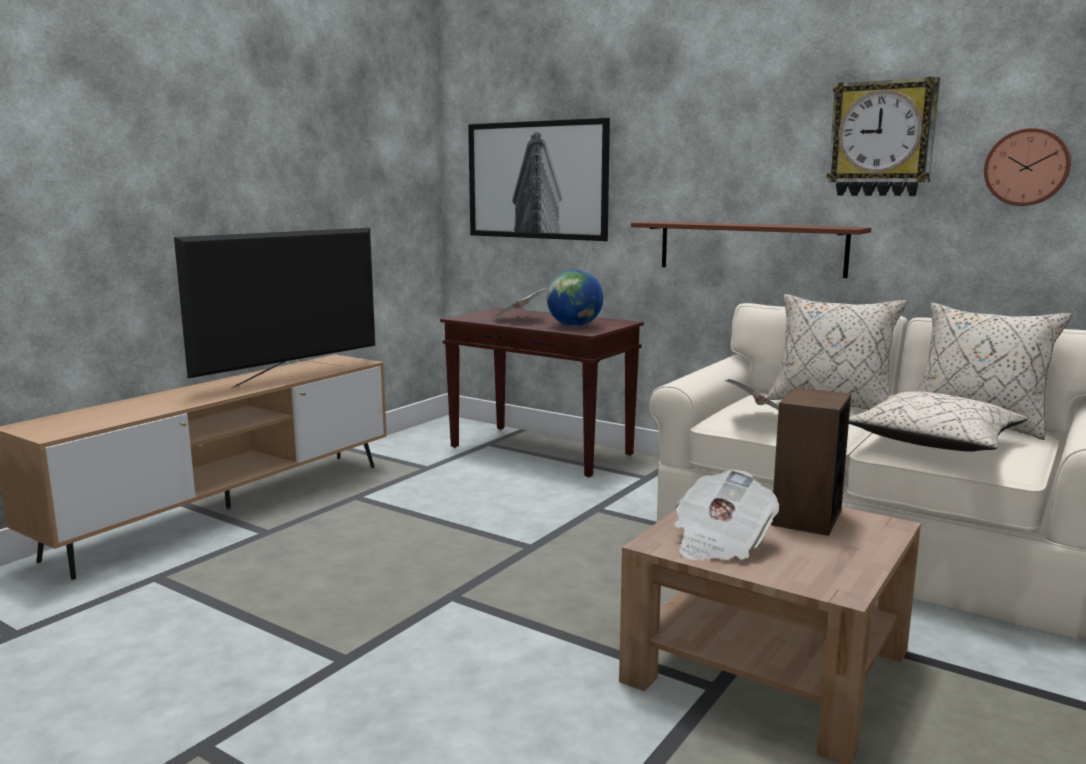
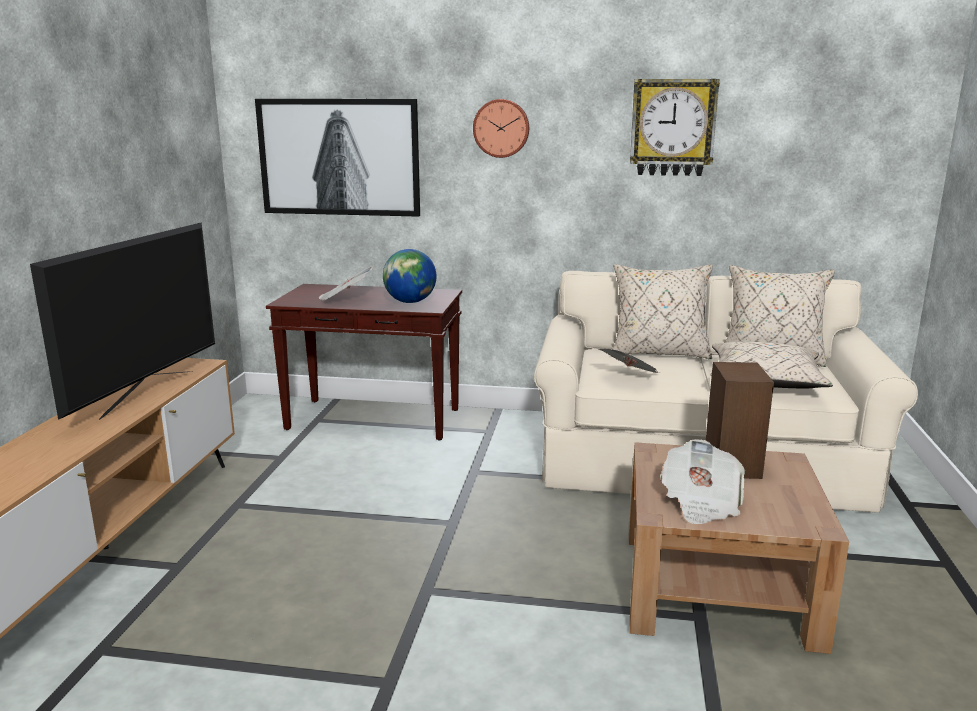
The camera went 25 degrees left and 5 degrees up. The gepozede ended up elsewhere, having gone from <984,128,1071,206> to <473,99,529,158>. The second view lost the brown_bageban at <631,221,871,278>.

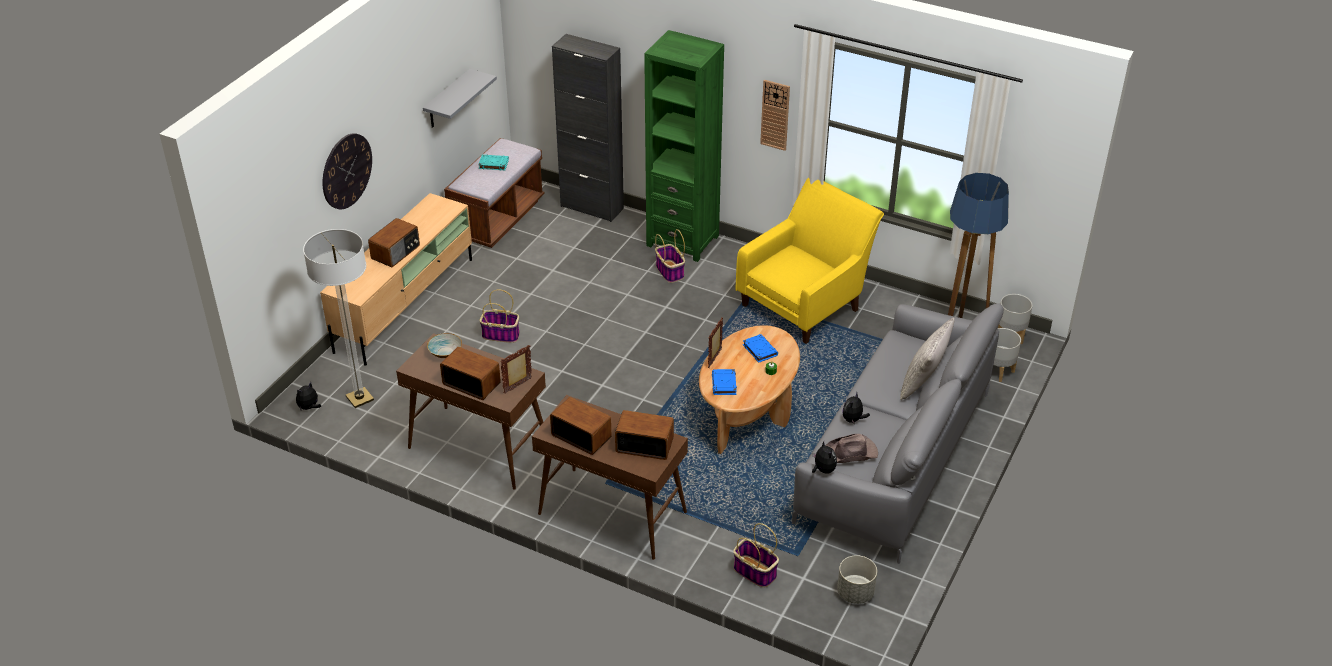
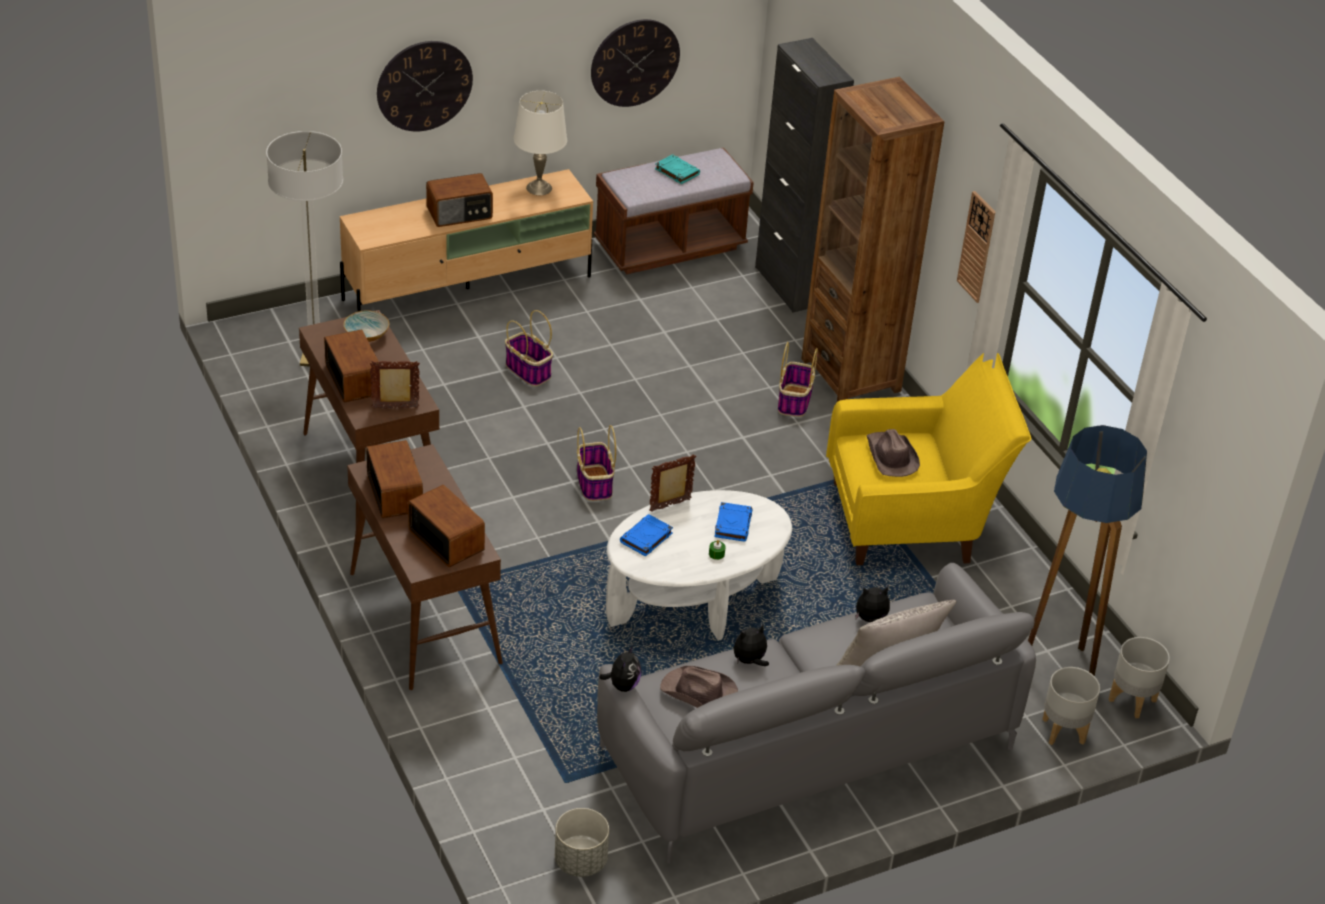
The camera went 35 degrees right and 0 degrees up. The second view gained the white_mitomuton at <514,91,567,195>. The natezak ended up elsewhere, having gone from <733,523,779,587> to <577,425,616,501>. Where the grey_bageban hung at <423,69,497,128>, the gepozede came to hang at <591,19,680,107>. What was the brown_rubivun at <699,325,800,454> turned into the white_rubivun at <606,490,792,641>. What was the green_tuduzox at <644,30,724,262> turned into the brown_tuduzox at <801,77,945,402>. The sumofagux ended up elsewhere, having gone from <296,382,321,410> to <856,587,890,622>. The second view gained the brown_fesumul at <866,429,920,477>.

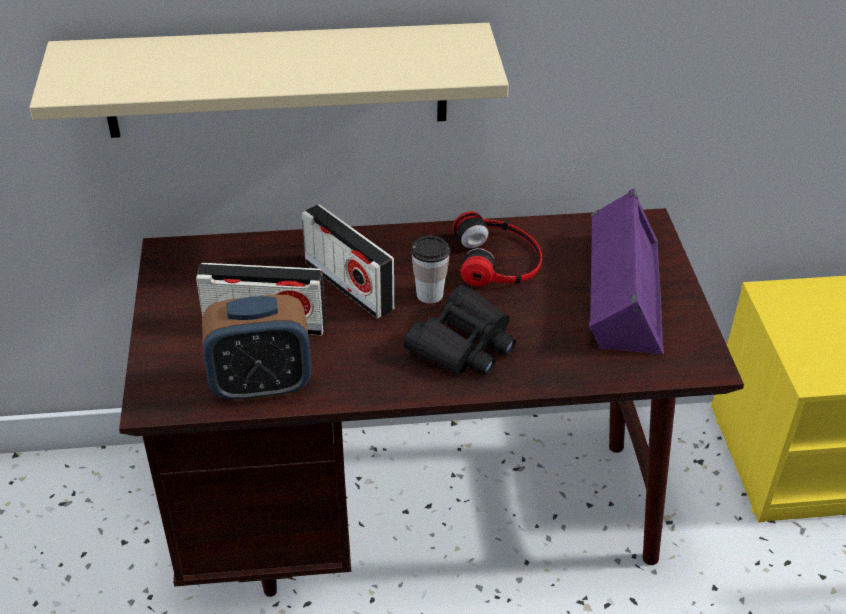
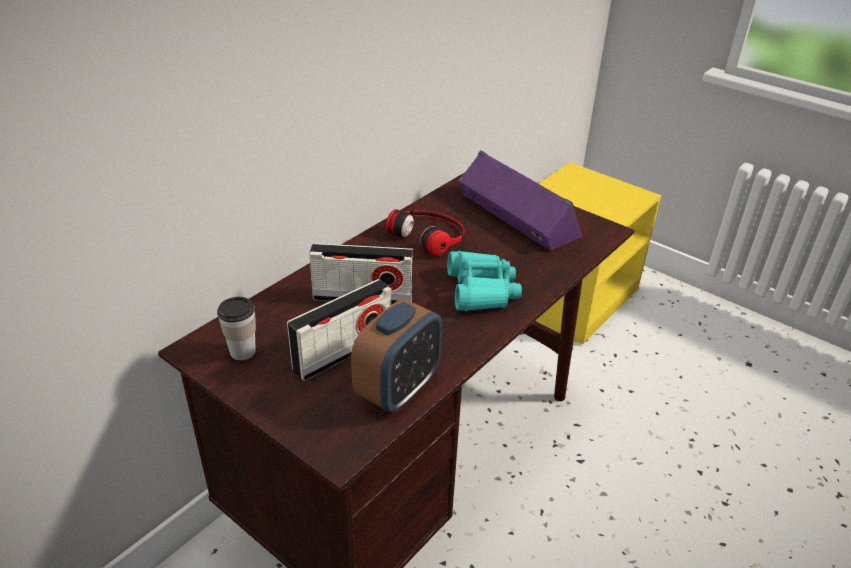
The camera went 45 degrees left and 5 degrees down. The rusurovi ended up elsewhere, having gone from <411,236,450,303> to <217,297,256,360>. What was the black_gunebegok at <404,285,516,375> turned into the turquoise_gunebegok at <447,251,522,311>. The second view lost the beige_bageban at <29,23,509,138>.

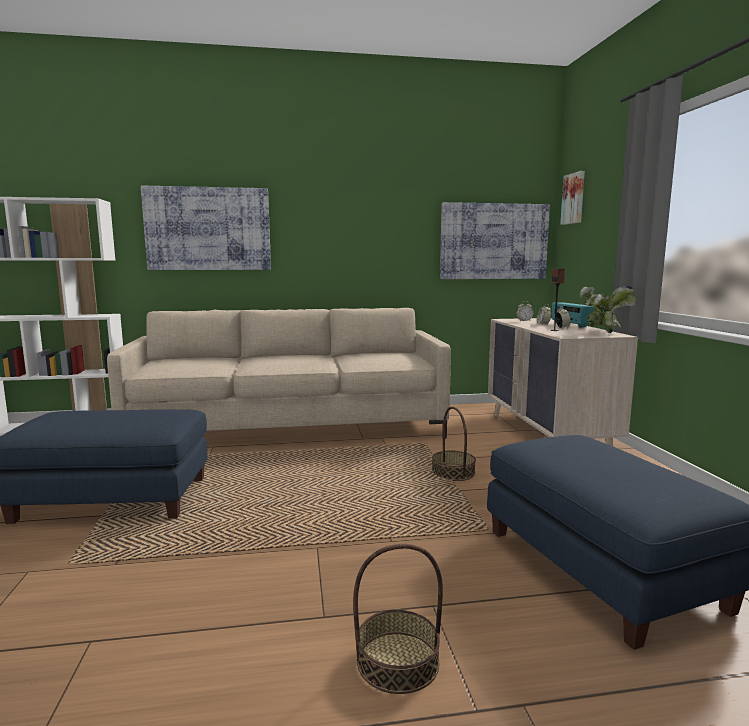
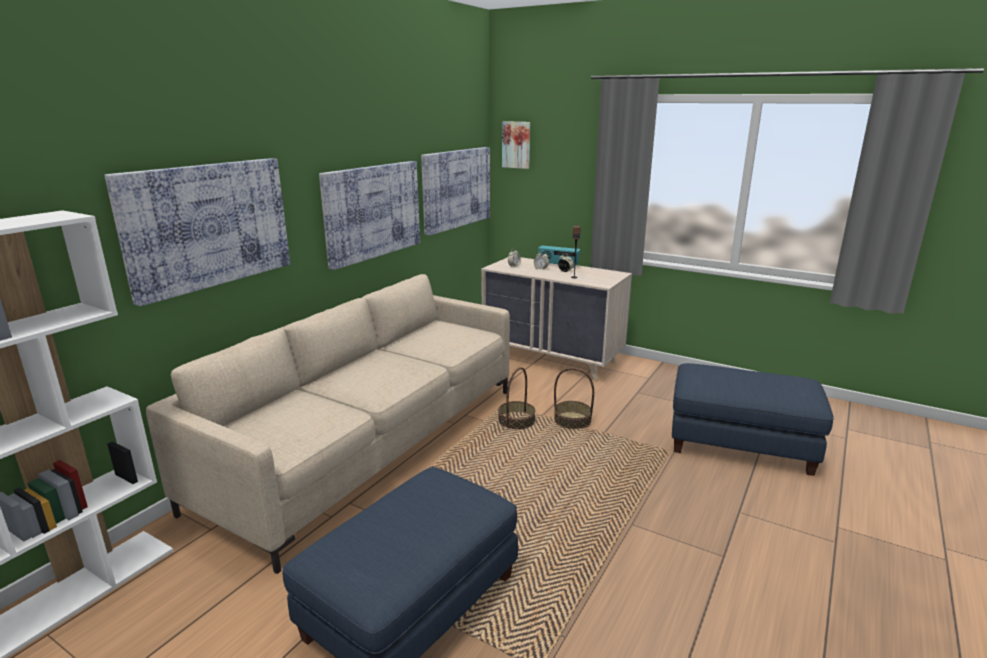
The camera went 50 degrees left and 10 degrees up. The second view gained the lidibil at <319,161,420,270>. The natezak ended up elsewhere, having gone from <353,544,443,694> to <498,367,536,430>. The second view lost the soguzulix at <580,286,636,333>.

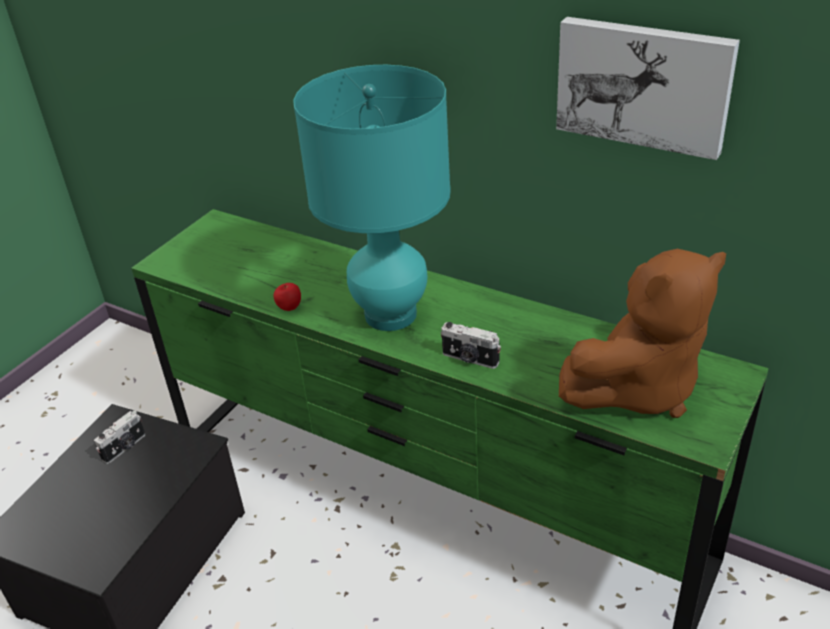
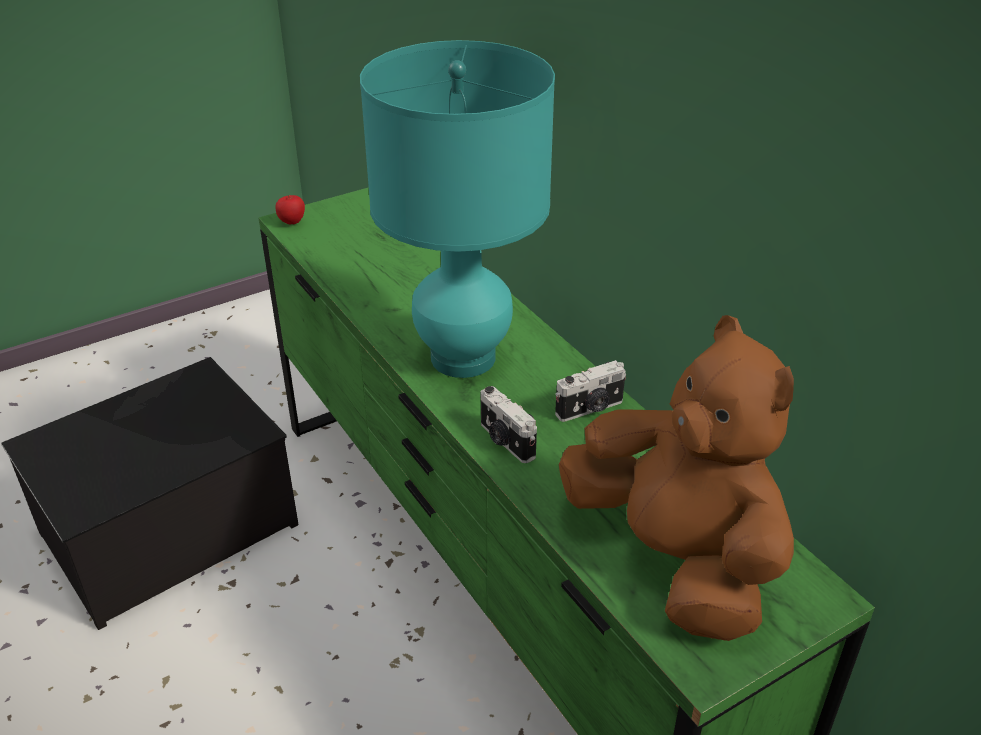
The camera went 25 degrees right and 0 degrees up. The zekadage ended up elsewhere, having gone from <273,283,301,311> to <275,195,305,225>. The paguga ended up elsewhere, having gone from <94,411,145,464> to <555,360,626,422>. The brown_sumofagux at <559,249,726,418> ended up facing another way, 120 degrees counterclockwise from before. The second view lost the lidibil at <556,17,740,160>.

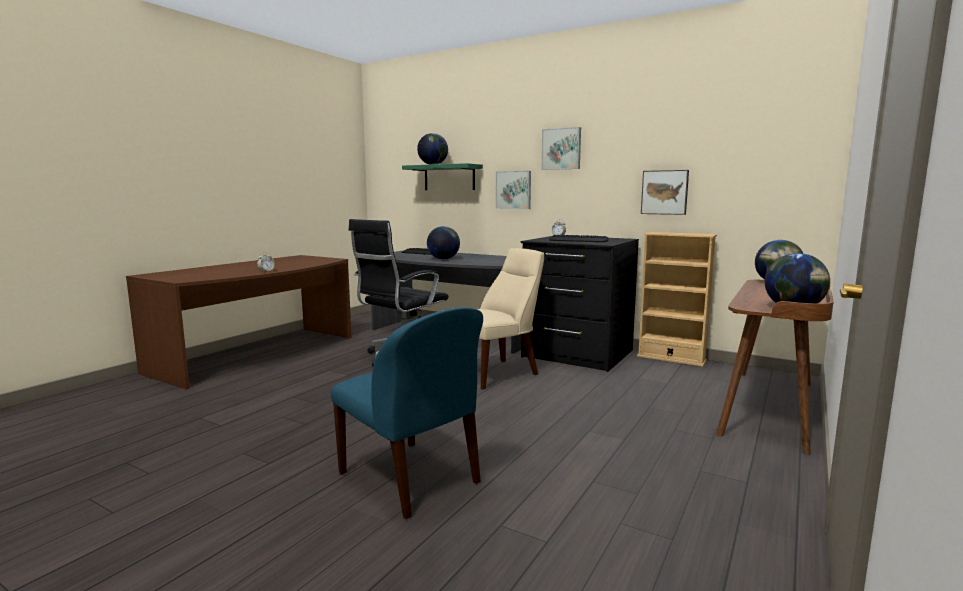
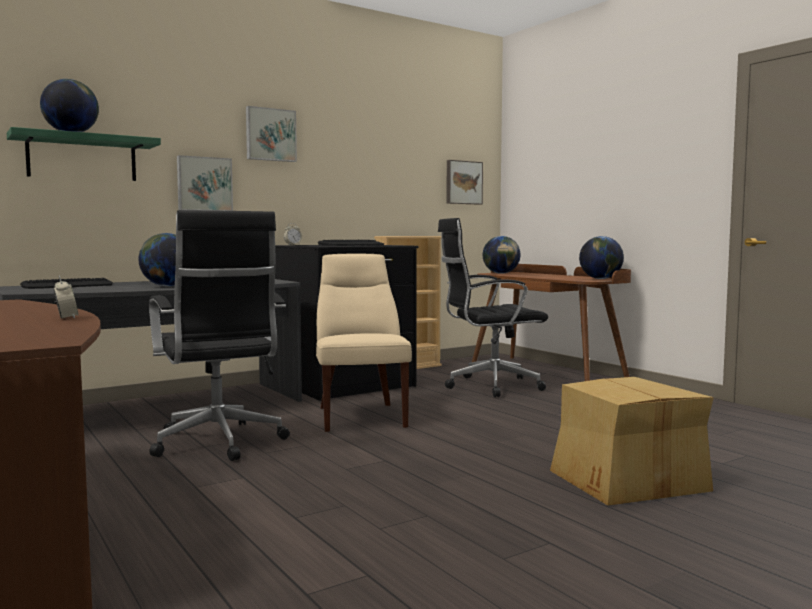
The camera went 65 degrees left and 5 degrees down. The second view gained the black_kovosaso at <438,218,548,397>. The lidibil ended up elsewhere, having gone from <641,170,689,215> to <446,160,483,205>. Where the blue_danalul stood at <331,307,483,519>, the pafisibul came to stand at <550,377,714,506>.

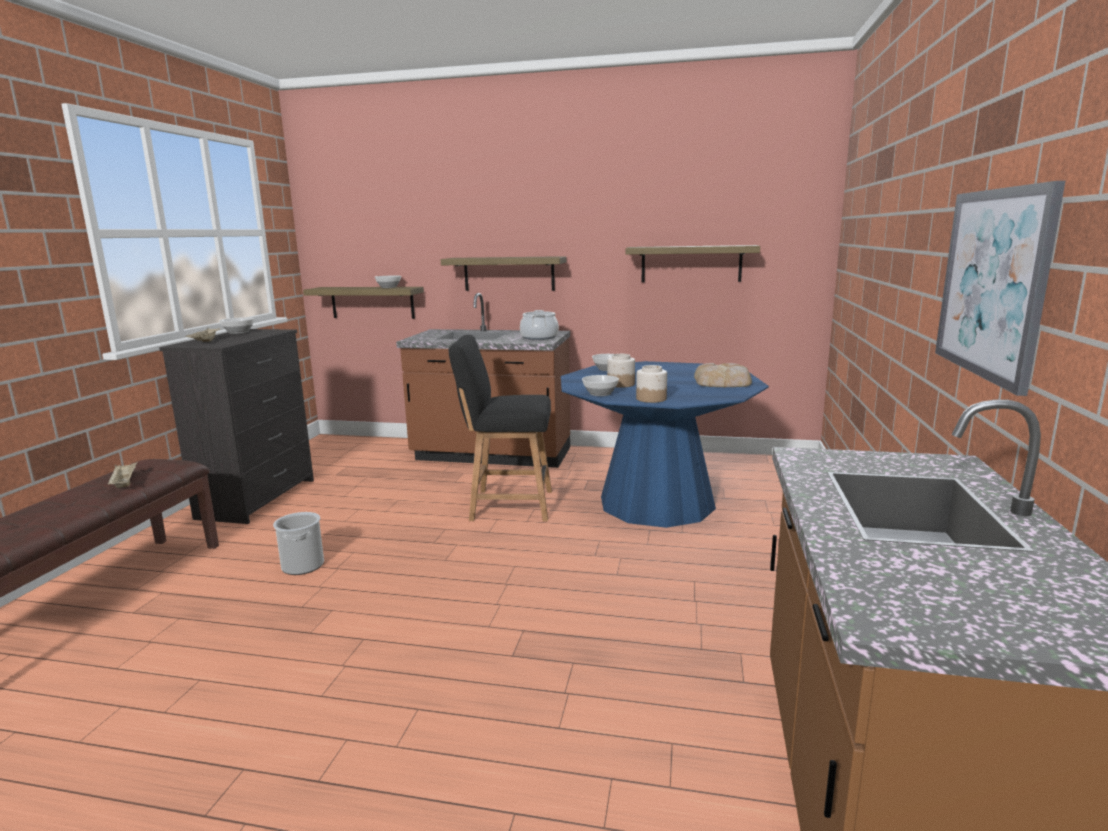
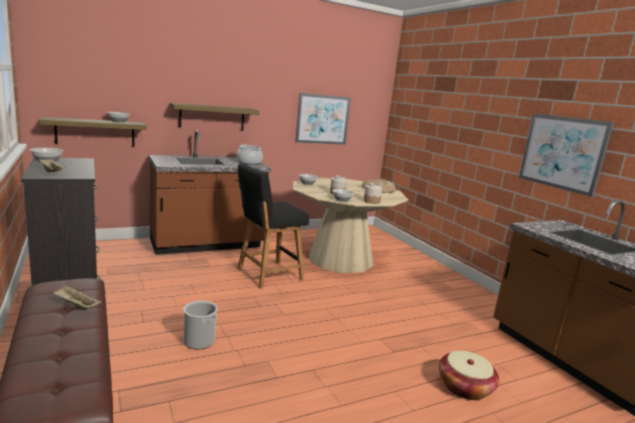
The camera went 40 degrees left and 0 degrees up. What was the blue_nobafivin at <561,361,769,528> turned into the beige_nobafivin at <293,178,409,273>. Where the bageban hung at <626,245,760,282>, the lidibil came to hang at <295,93,351,145>. The second view gained the natezak at <439,351,499,400>.

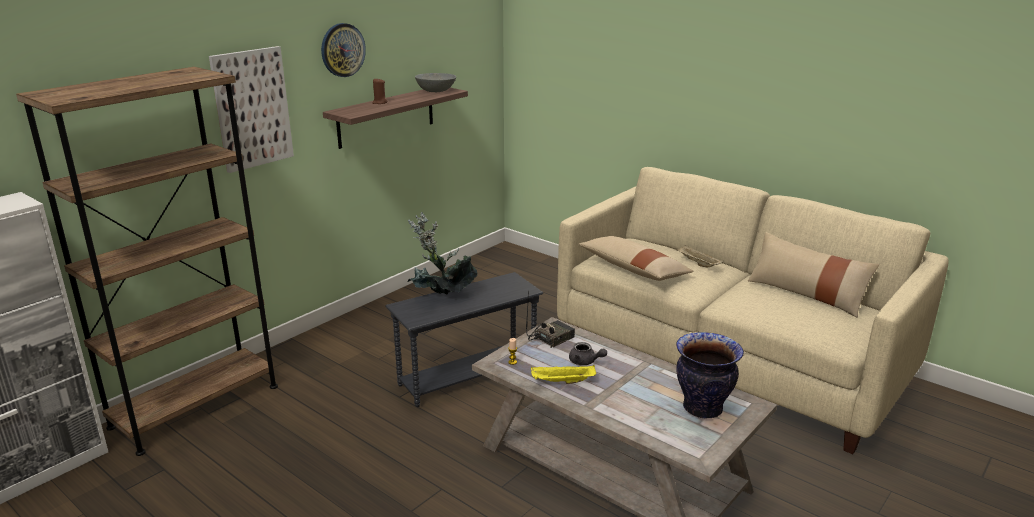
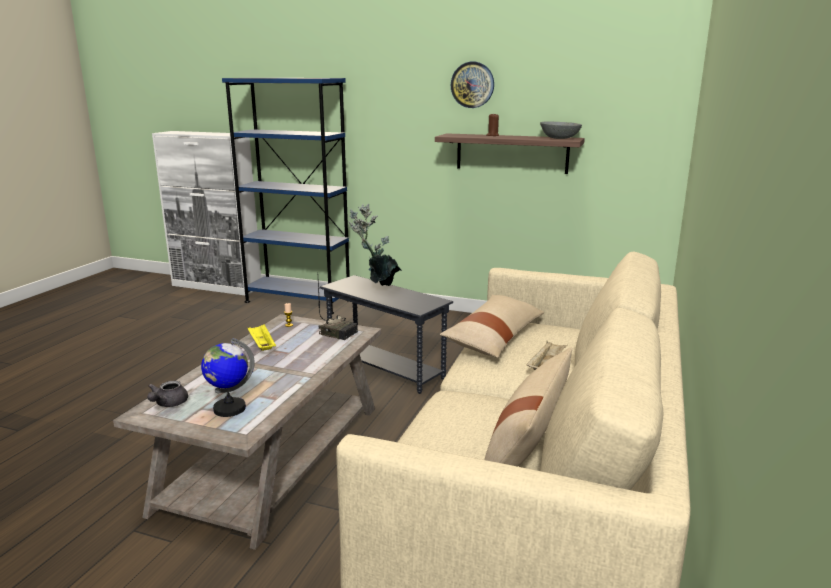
The camera went 70 degrees right and 5 degrees down. The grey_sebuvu ended up elsewhere, having gone from <569,342,607,365> to <147,381,188,407>. Where the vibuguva stood at <676,332,744,418>, the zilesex came to stand at <201,338,255,417>. What was the brown_tuduzox at <16,67,278,456> turned into the blue_tuduzox at <222,78,350,314>. The second view lost the lidibil at <209,46,294,173>.

